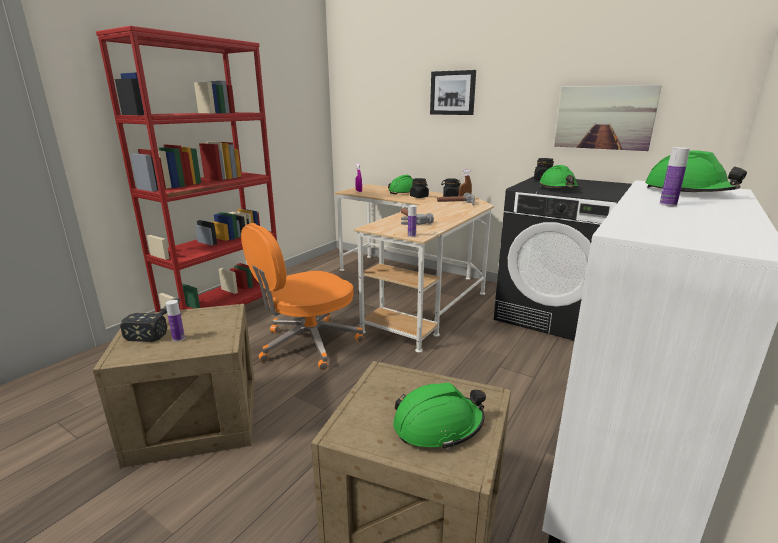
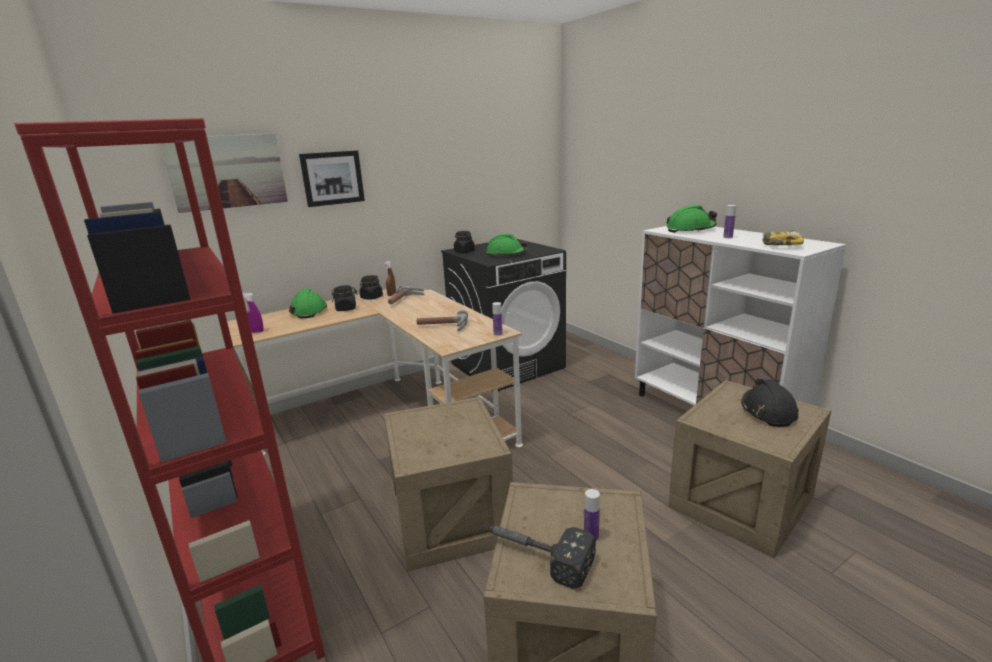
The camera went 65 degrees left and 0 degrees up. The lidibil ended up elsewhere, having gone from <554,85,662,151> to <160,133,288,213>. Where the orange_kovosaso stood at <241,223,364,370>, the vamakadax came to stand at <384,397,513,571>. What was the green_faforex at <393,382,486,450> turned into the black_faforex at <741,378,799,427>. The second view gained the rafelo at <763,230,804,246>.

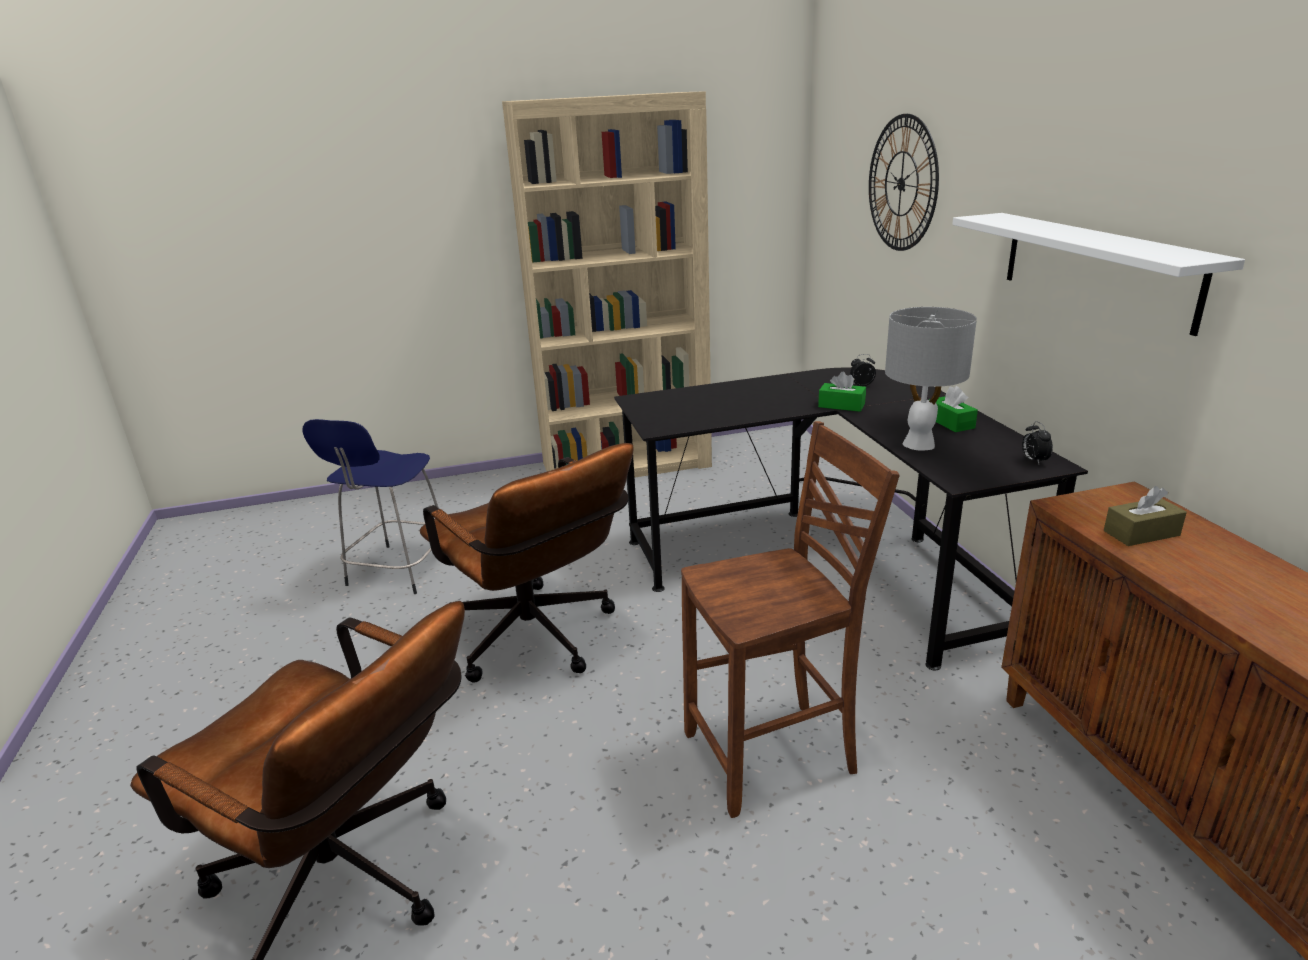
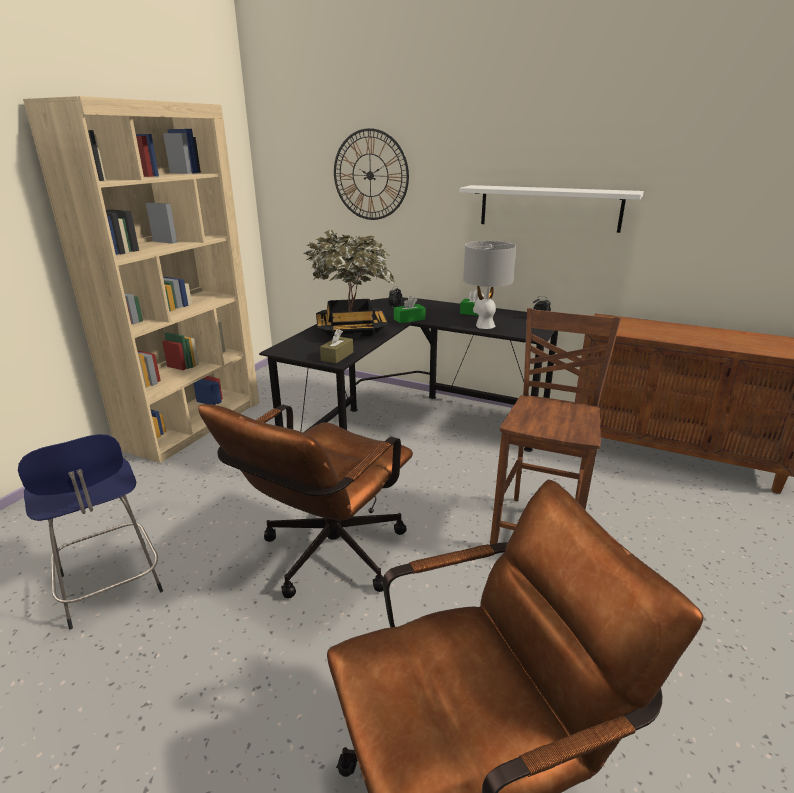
The camera went 50 degrees left and 0 degrees up. The brown_kovosaso at <420,443,634,683> ended up facing another way, 120 degrees clockwise from before. The second view gained the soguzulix at <303,229,395,338>. The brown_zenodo ended up elsewhere, having gone from <1104,486,1187,546> to <320,329,353,364>.

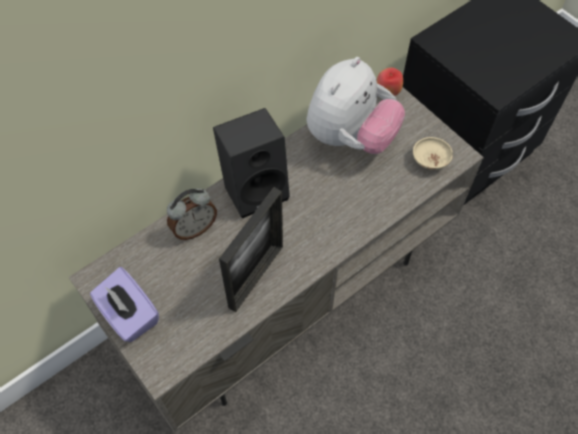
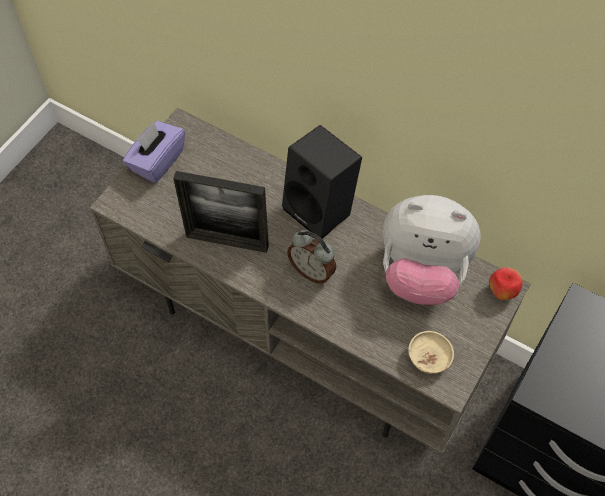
The camera went 70 degrees right and 0 degrees up. The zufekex ended up elsewhere, having gone from <167,188,217,240> to <287,230,336,284>.

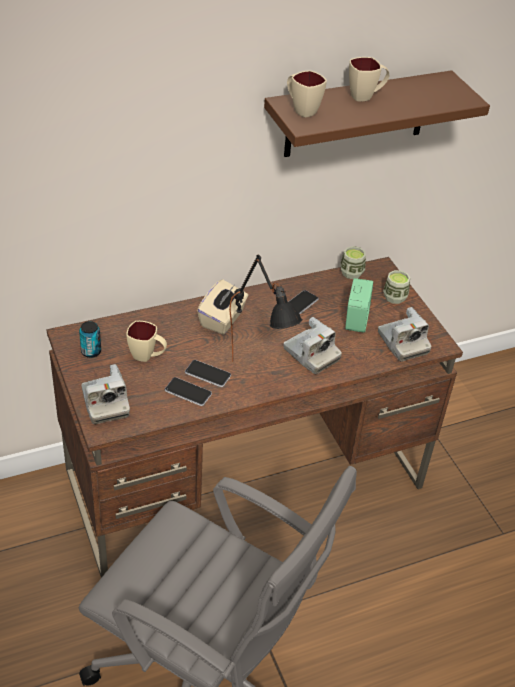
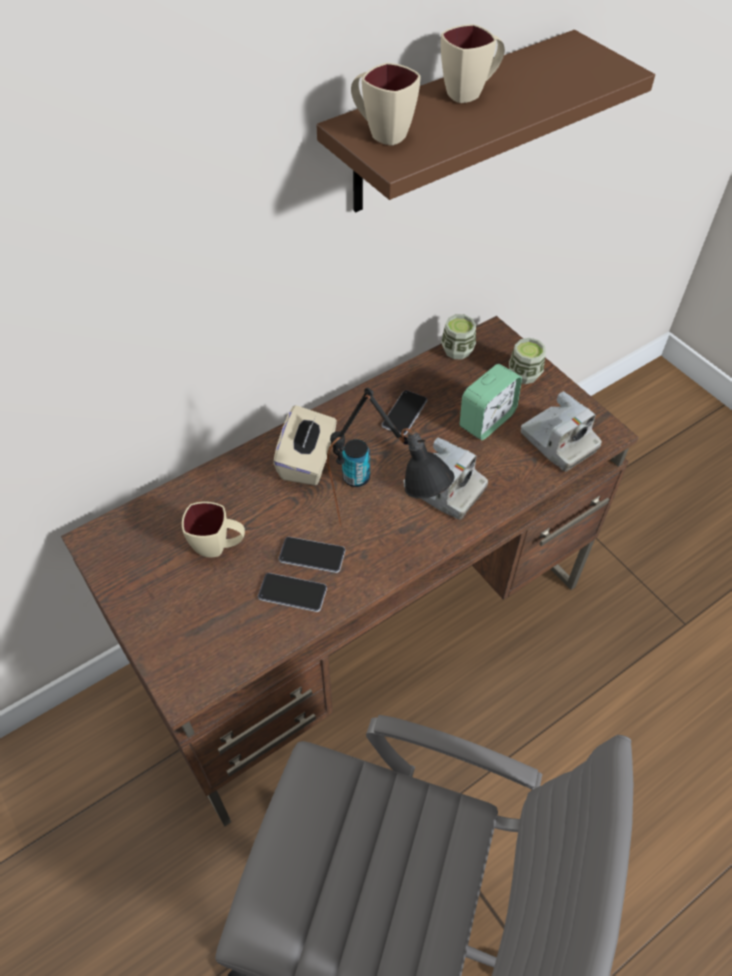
The camera went 10 degrees left and 10 degrees up. The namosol ended up elsewhere, having gone from <79,321,101,358> to <342,439,370,487>. The zufekex at <345,278,373,333> ended up facing another way, 45 degrees clockwise from before. The second view lost the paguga at <82,364,130,424>.

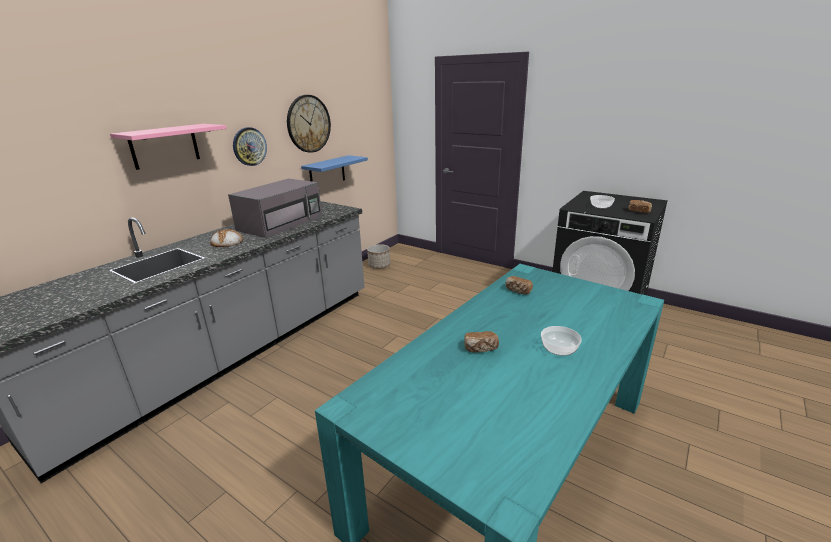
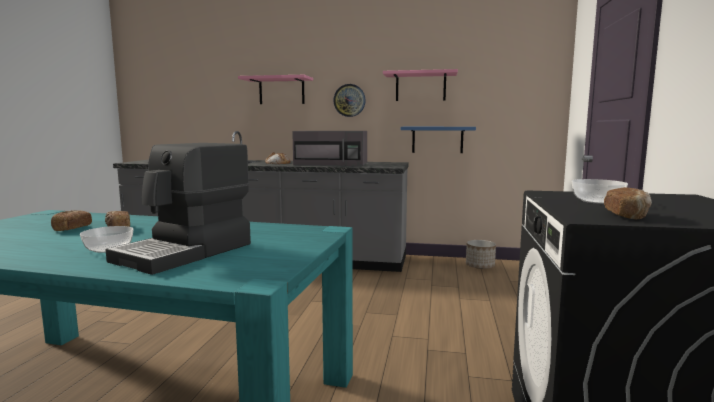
The camera went 65 degrees right and 15 degrees down. The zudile ended up elsewhere, having gone from <505,276,533,294> to <51,210,92,231>. The second view gained the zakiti at <105,143,251,275>. Where the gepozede hung at <287,95,331,153>, the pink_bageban came to hang at <383,69,458,101>.

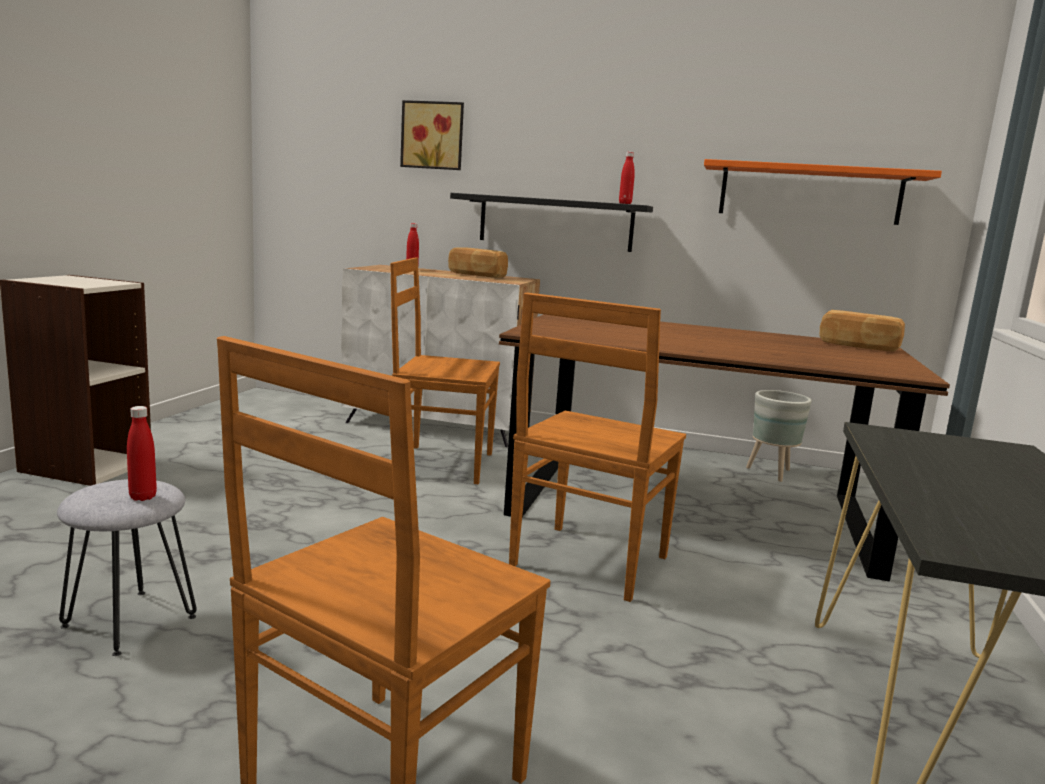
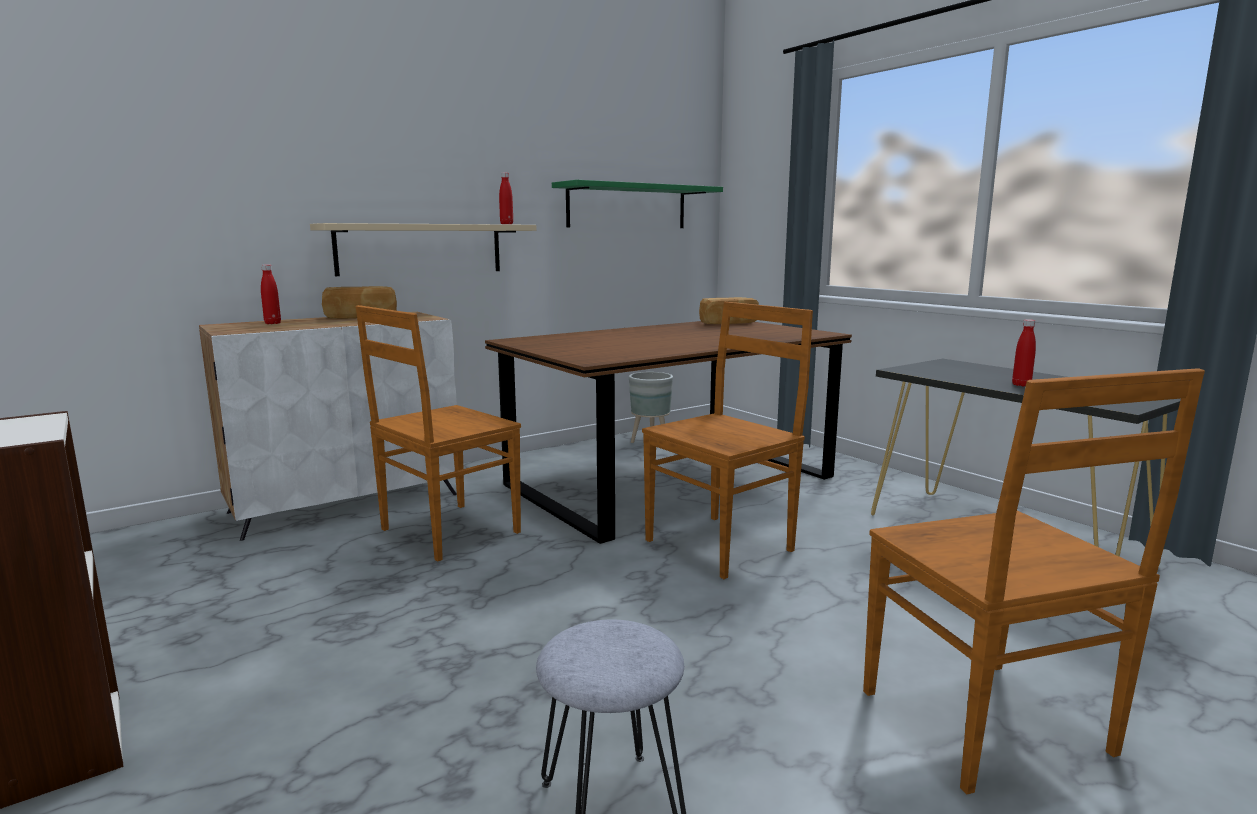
The camera went 50 degrees left and 0 degrees up. What was the black_bageban at <450,193,653,252> turned into the beige_bageban at <310,223,537,276>. What was the orange_bageban at <704,159,942,225> turned into the green_bageban at <552,180,723,228>. The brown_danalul at <509,293,686,602> ended up facing another way, 105 degrees counterclockwise from before. The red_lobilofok ended up elsewhere, having gone from <127,406,157,501> to <1012,319,1036,386>. The second view lost the lidibil at <400,100,464,170>.

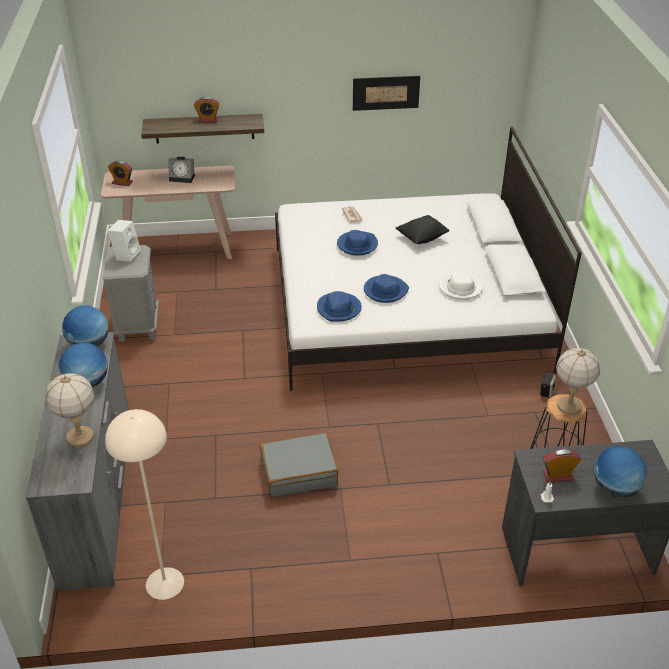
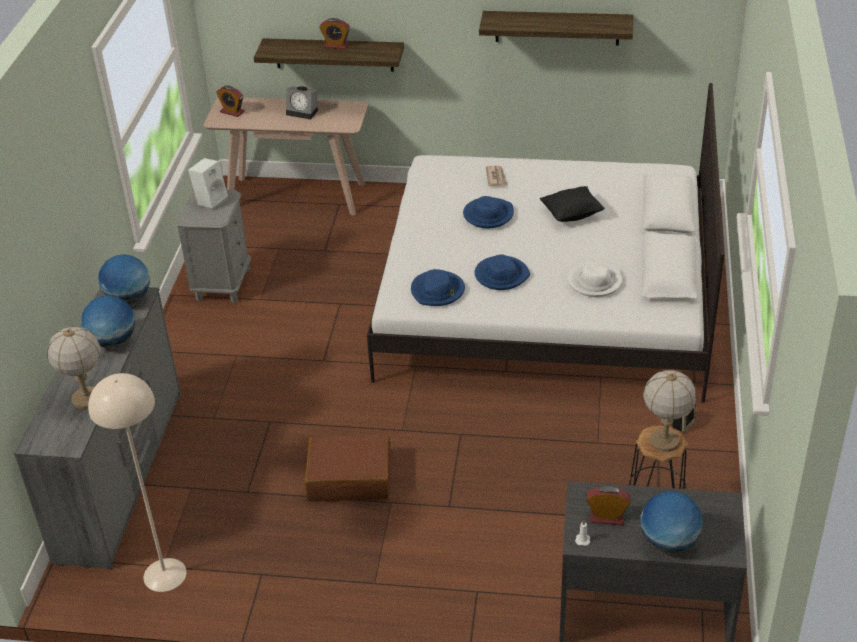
The camera went 15 degrees right and 0 degrees up. What was the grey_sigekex at <260,433,339,498> turned into the brown_sigekex at <305,435,391,501>. Where the lidibil hung at <353,76,420,111>, the bageban came to hang at <479,11,633,45>.

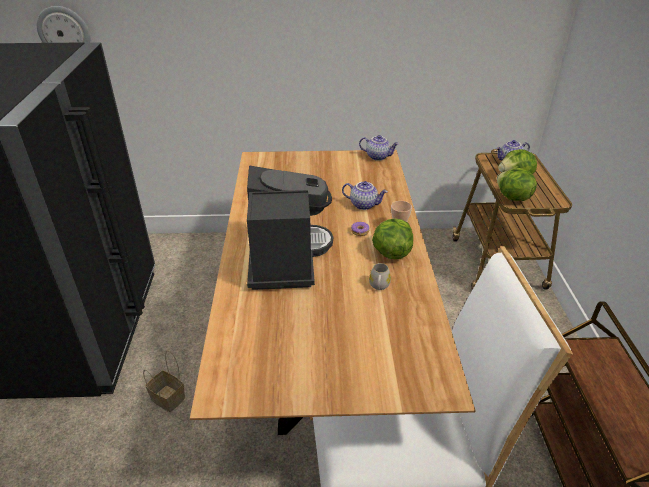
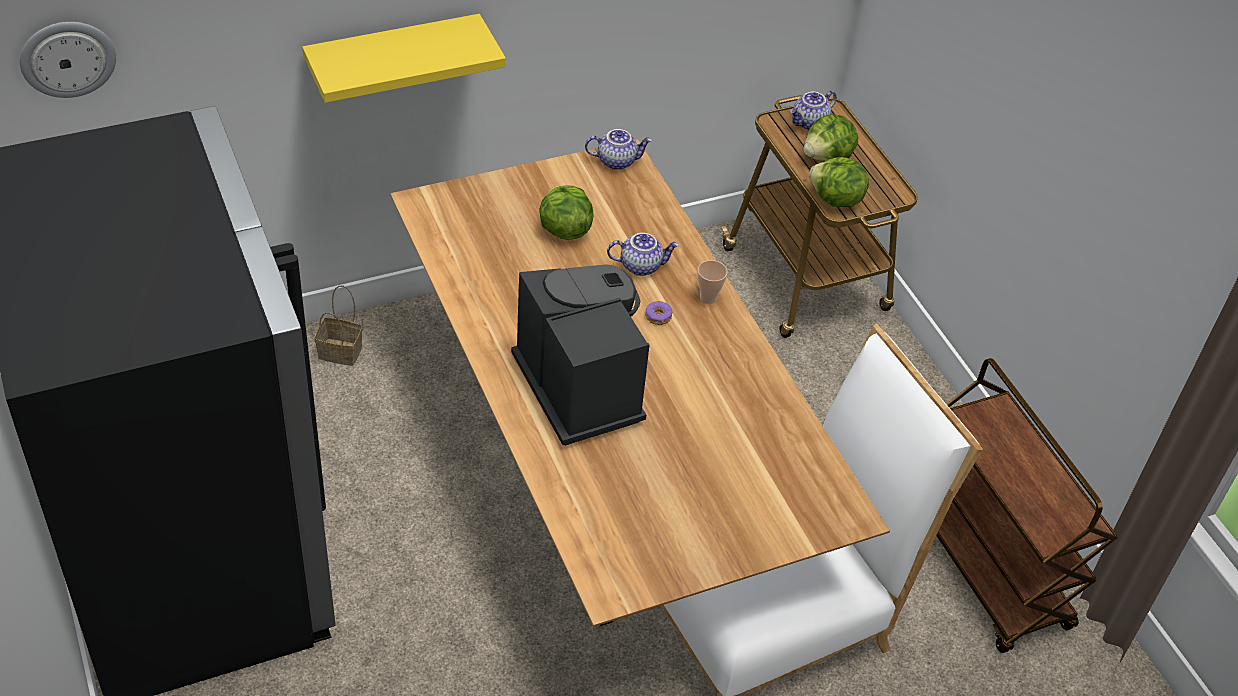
The camera went 25 degrees left and 10 degrees up. The second view gained the yellow_bageban at <302,14,506,103>. The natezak ended up elsewhere, having gone from <143,350,185,412> to <315,286,363,366>. The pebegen ended up elsewhere, having gone from <372,219,413,259> to <539,185,594,240>. The second view lost the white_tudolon at <369,263,391,290>.

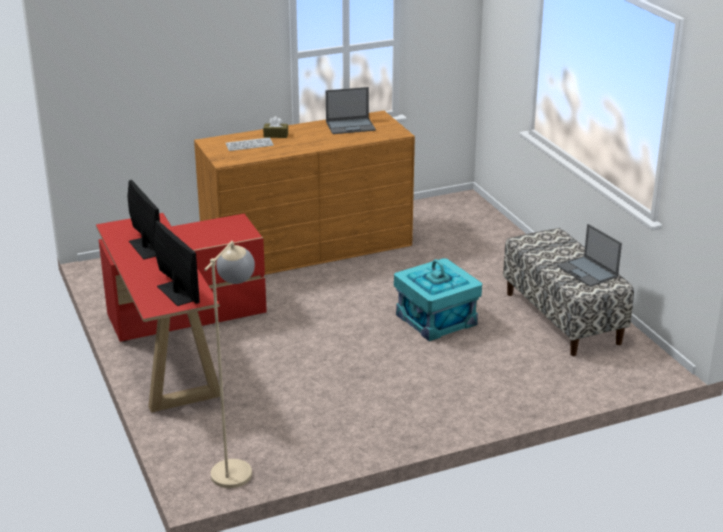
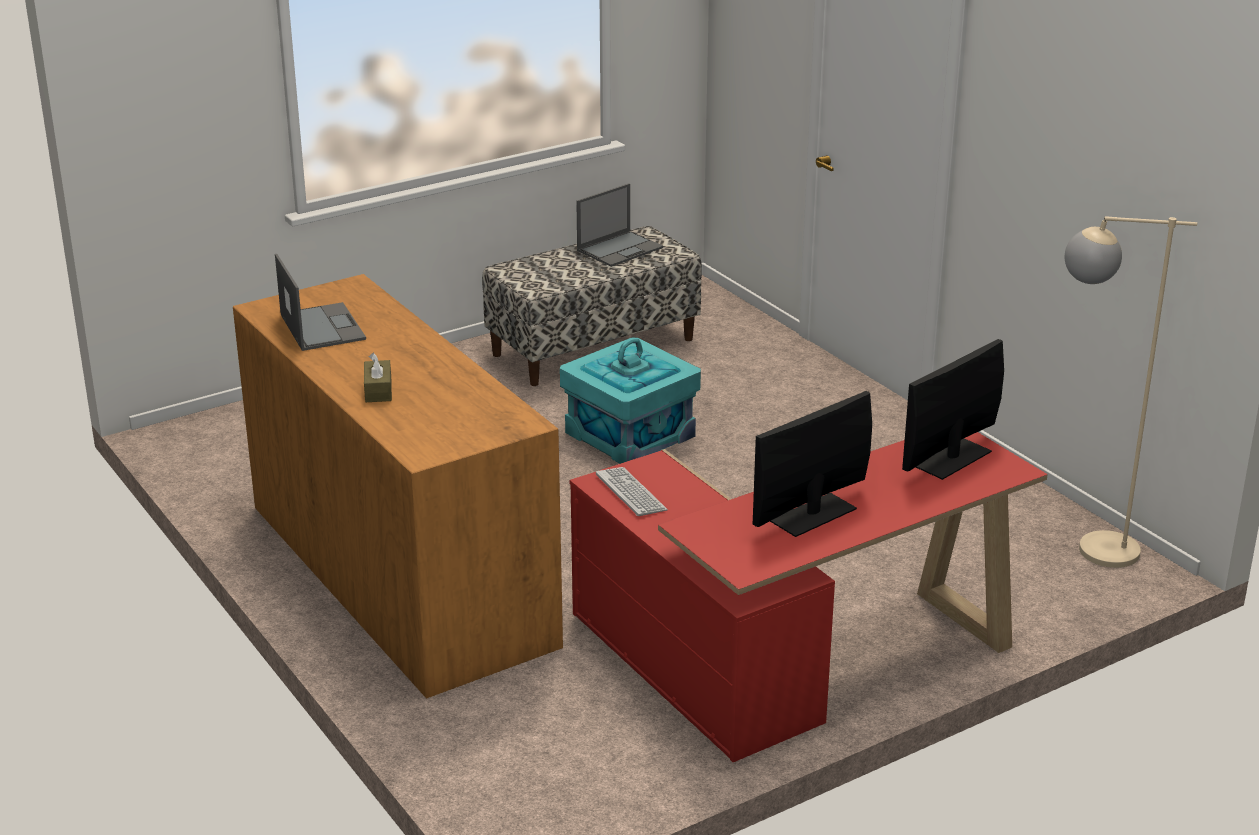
The camera went 100 degrees left and 0 degrees up. The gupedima ended up elsewhere, having gone from <226,137,274,151> to <596,467,668,516>.

